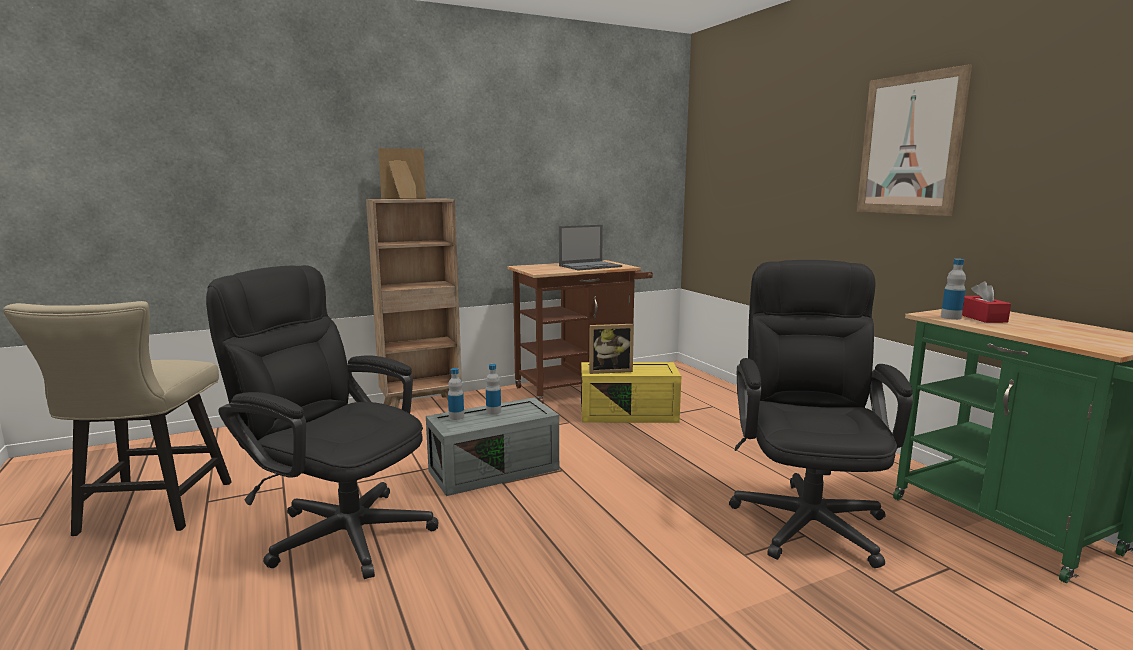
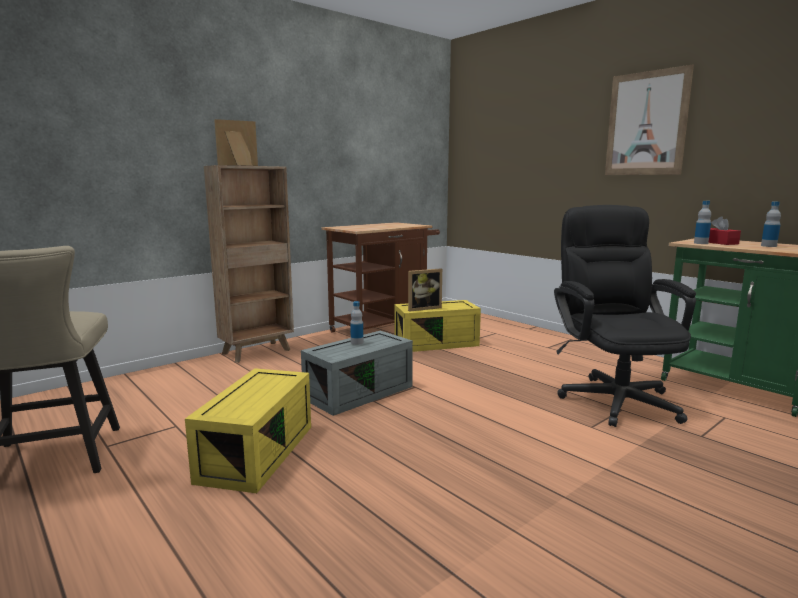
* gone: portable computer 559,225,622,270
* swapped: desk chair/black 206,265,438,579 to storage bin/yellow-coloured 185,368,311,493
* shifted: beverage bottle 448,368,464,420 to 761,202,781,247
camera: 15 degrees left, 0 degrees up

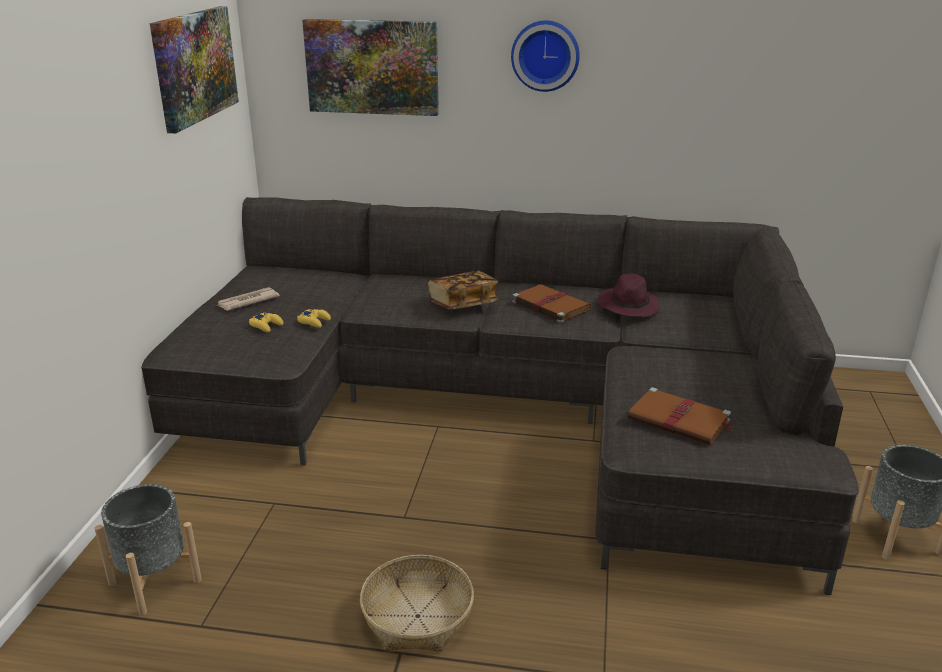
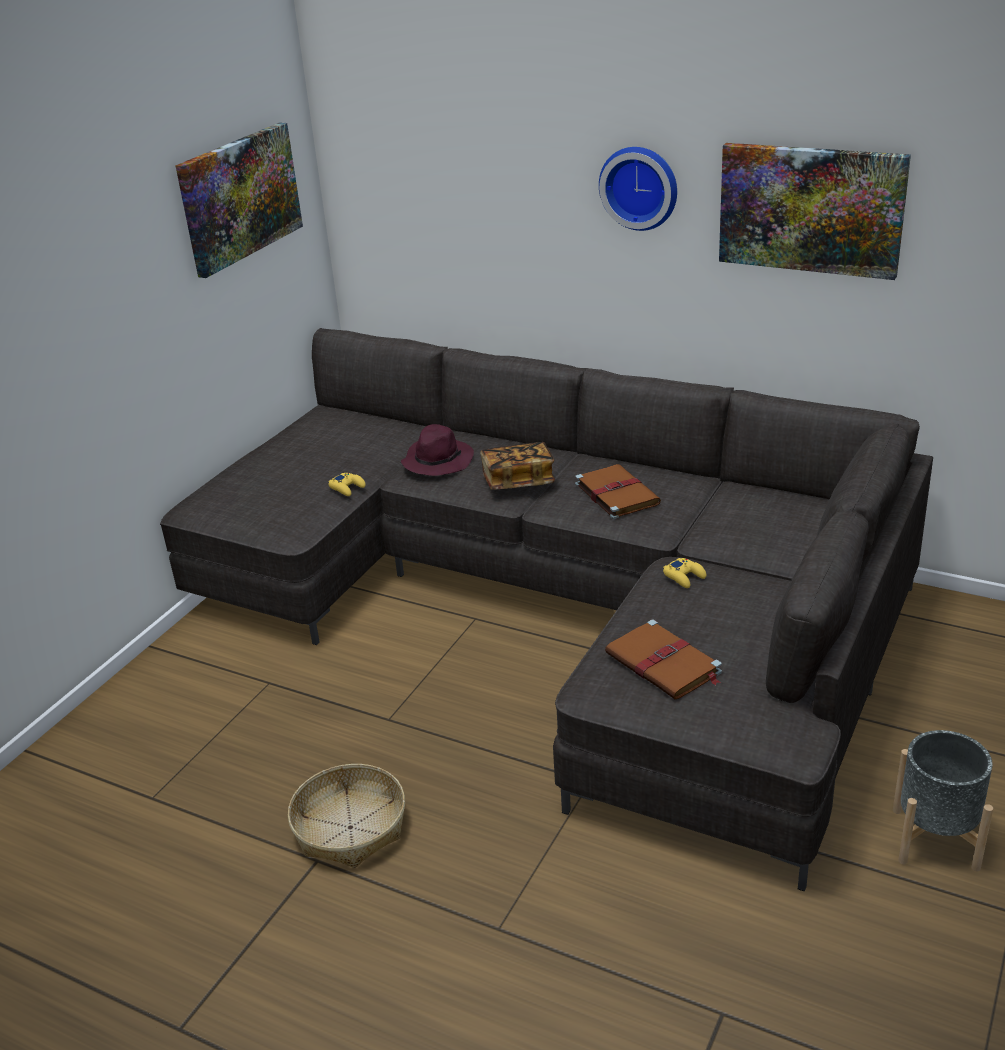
* shifted: wall art 302,19,439,116 to 719,143,911,280
* shifted: wearable hat/purple 598,273,659,317 to 401,424,474,476
* gone: daily paper 218,287,280,311
* shifted: gamepad/yellow-coloured 249,313,283,332 to 663,558,706,588
* gone: flower pot/gray 95,484,202,616
camera: 20 degrees right, 5 degrees up

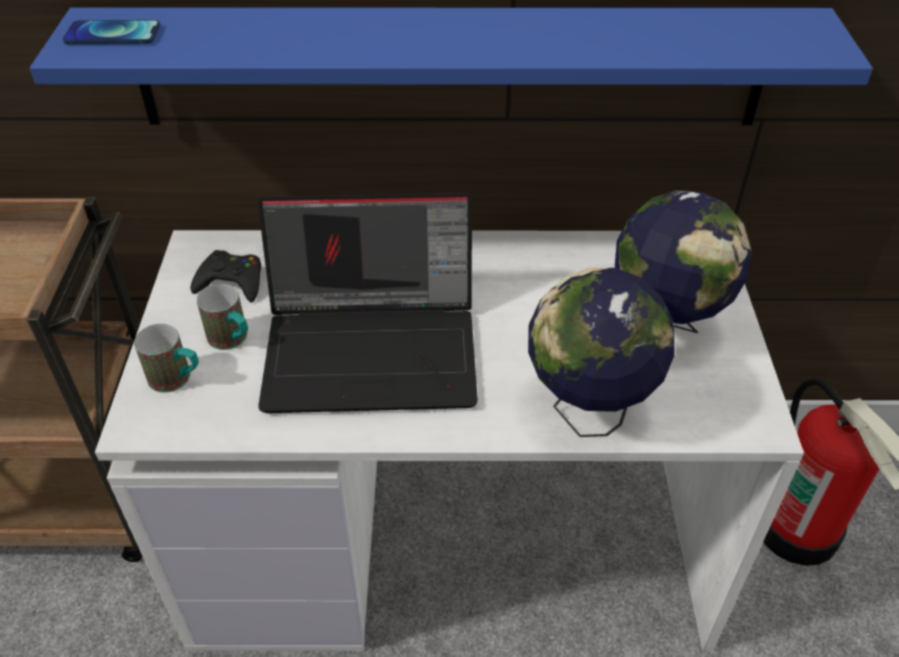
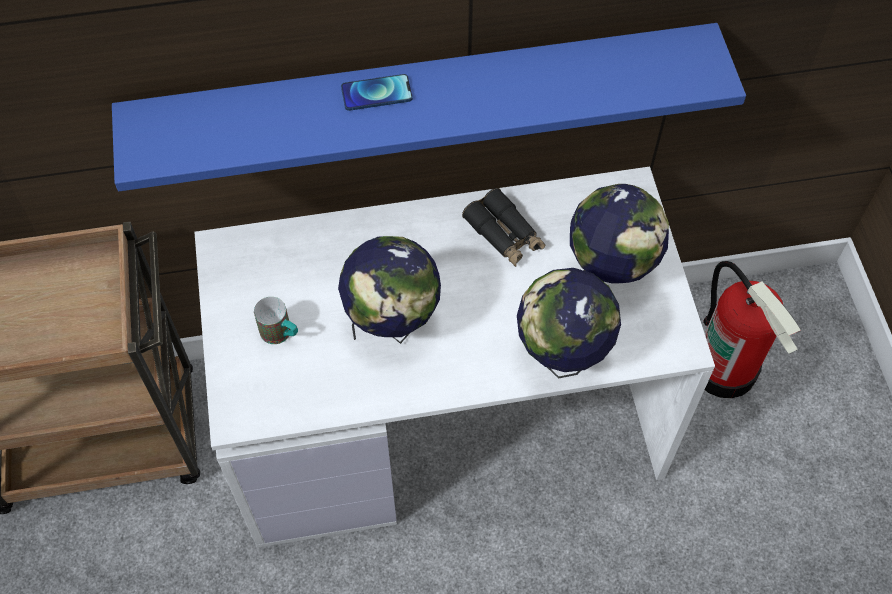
* shifted: phone 63,20,160,45 to 341,74,413,111
* swapped: portable computer 258,193,478,413 to globe 338,236,441,344
* gone: gamepad/black 190,250,261,303
* gone: tea mug 134,324,199,392
* new: binoculars/black 462,188,545,267
camera: 10 degrees left, 15 degrees up

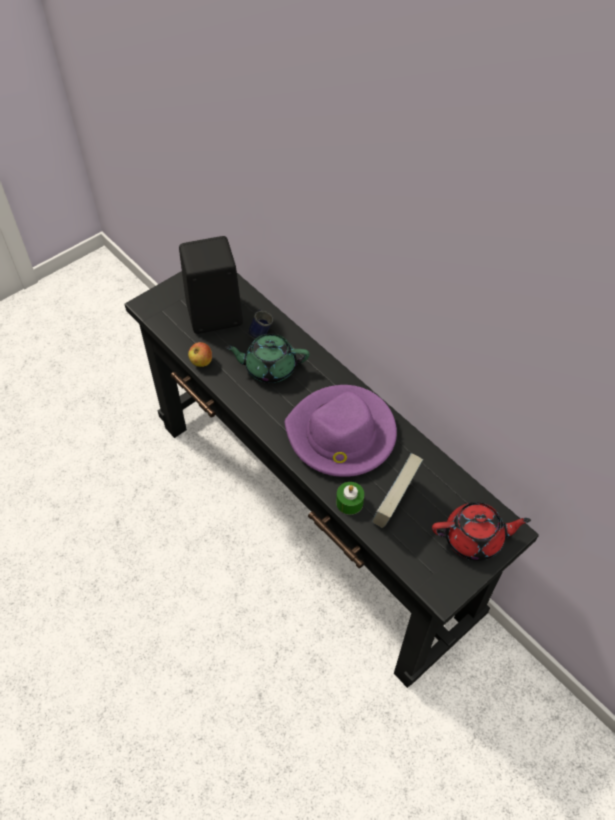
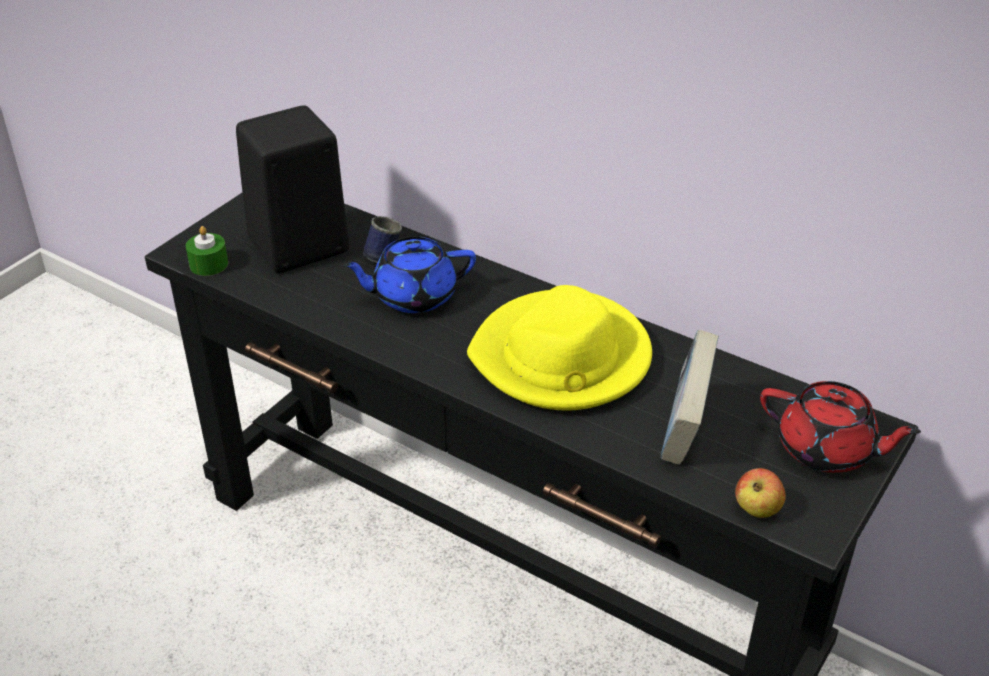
* repainted: pot for tea/green 225,334,309,383 to pot for tea/blue 341,237,476,313
* shifted: apple 188,342,212,367 to 735,468,786,518
* repainted: wearable hat/purple 285,385,397,477 to wearable hat/yellow-coloured 467,285,652,411
* shifted: wax candle/green 336,482,364,515 to 186,226,228,276
* rotated: pot for tea/reddish 432,502,531,561 = 760,381,921,473 45 degrees clockwise
camera: 15 degrees left, 15 degrees down

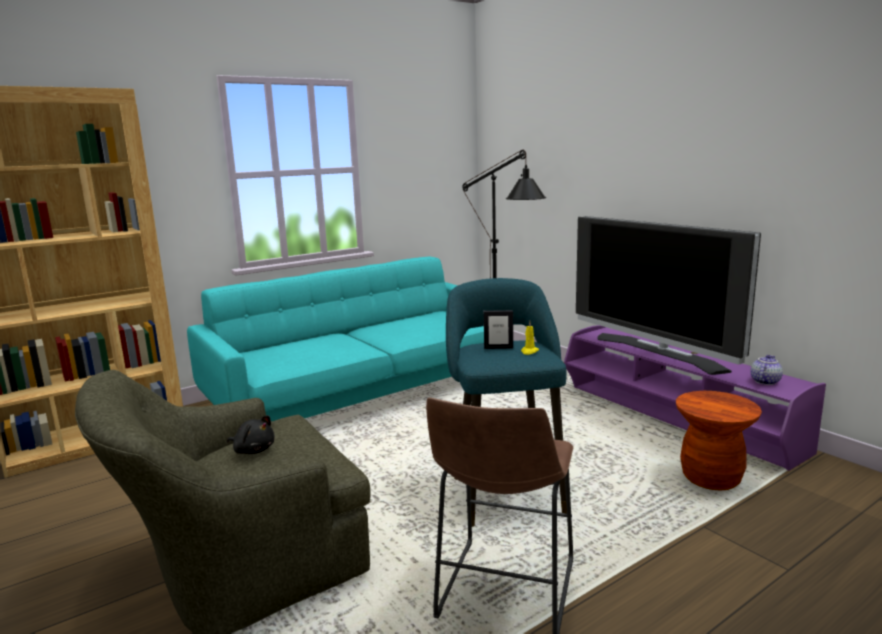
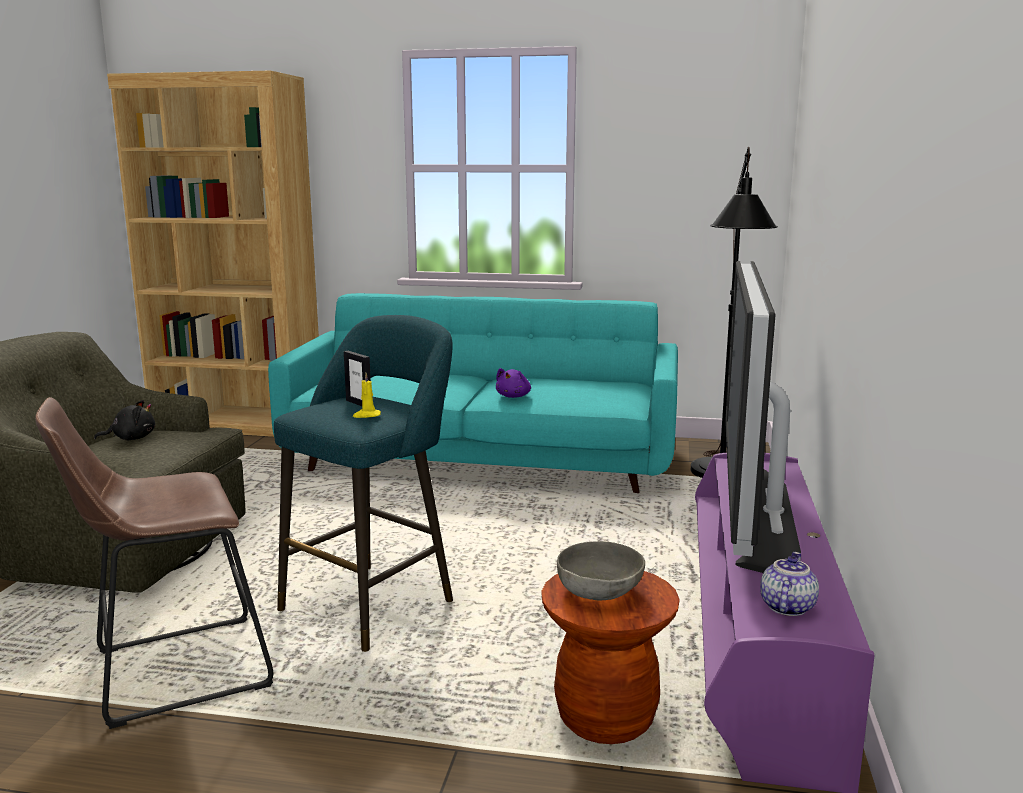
* rotated: pot for tea 750,355,783,385 = 760,552,819,616 60 degrees counterclockwise
* rotated: plush toy/black 227,415,275,454 = 94,400,155,440 90 degrees counterclockwise
* new: plush toy/purple 496,368,531,398
* new: serving bowl/gray 557,541,645,600
camera: 45 degrees right, 0 degrees up

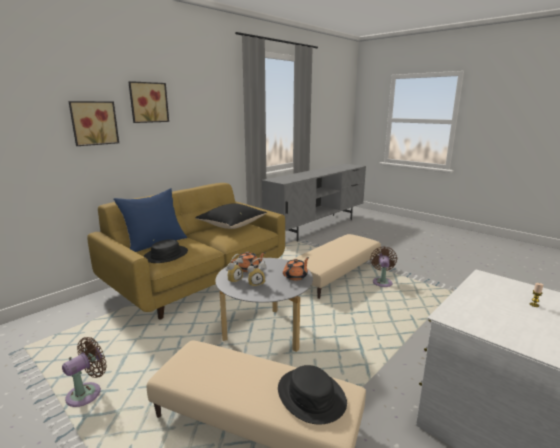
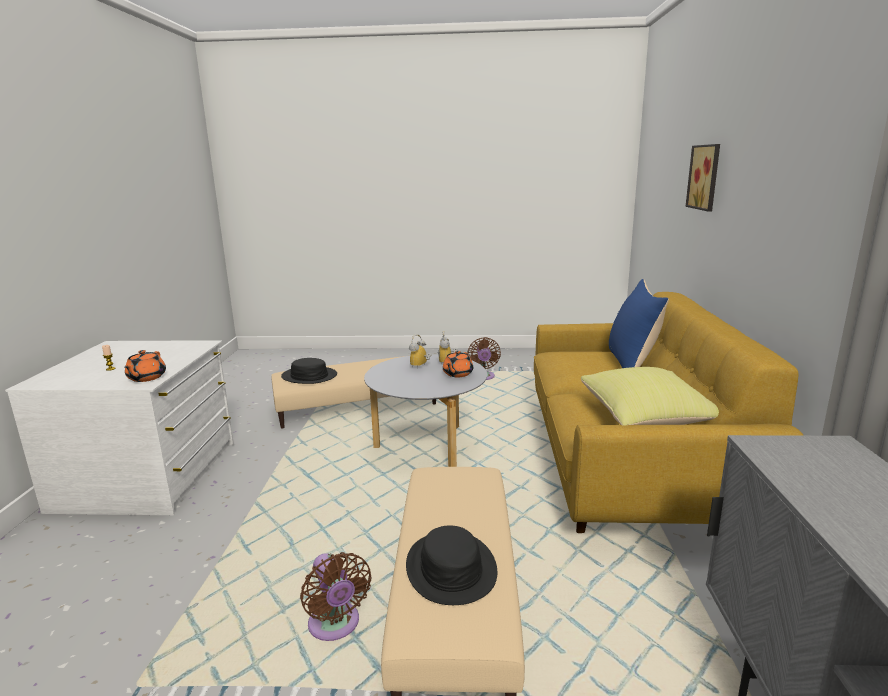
* gone: wall art 128,81,169,123
* repainted: throw pillow/black 195,203,267,229 to throw pillow/yellow-coloured 581,367,719,426
* shifted: wearable hat/black 143,239,188,263 to 406,525,497,605
* shifted: pot for tea/orange-coloured 283,257,309,281 to 124,350,166,382
camera: 140 degrees right, 0 degrees up

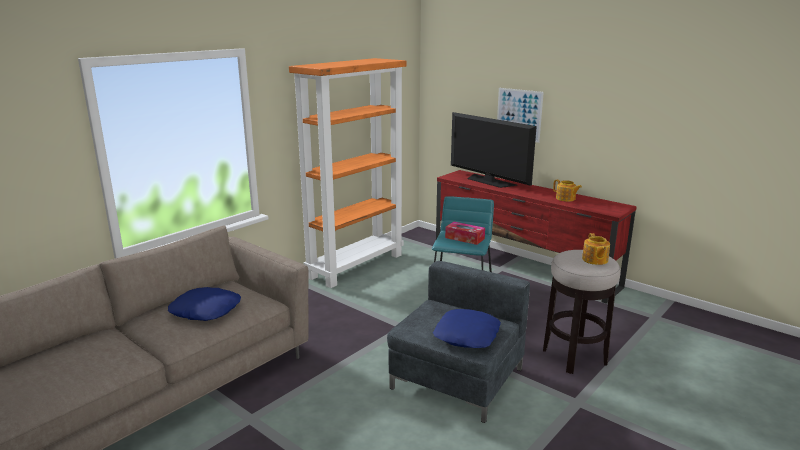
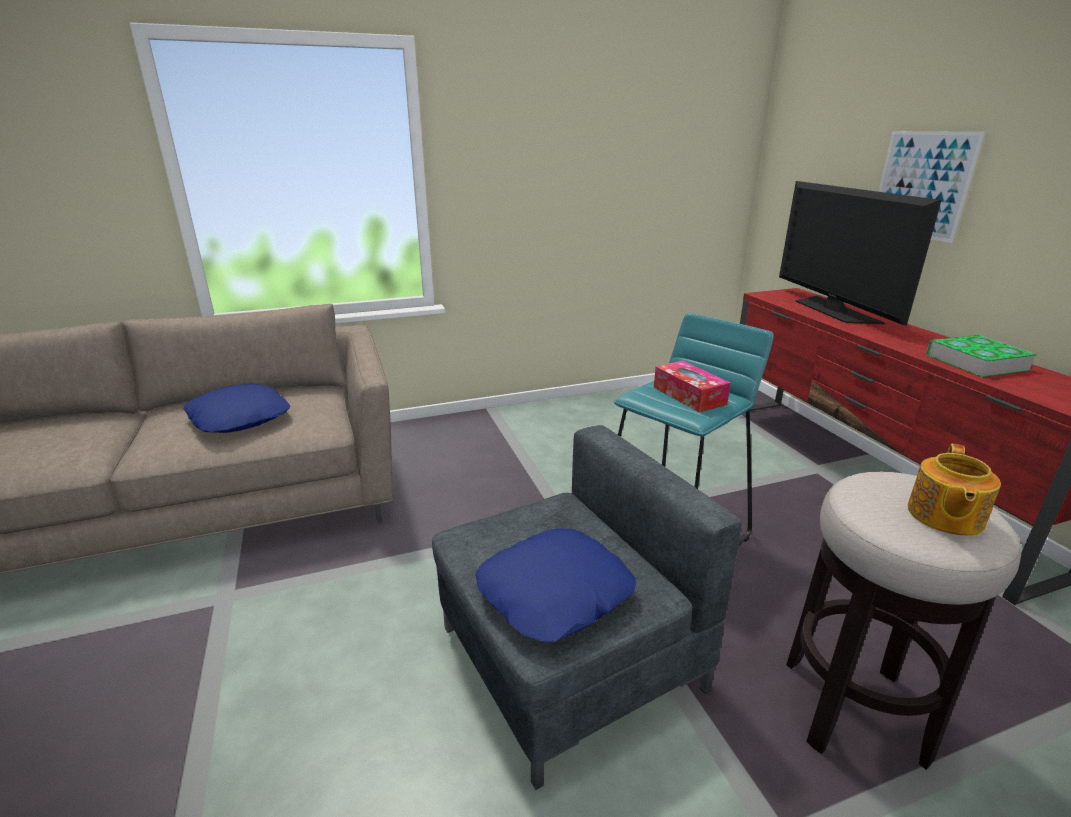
* gone: bookcase/orange-coloured 289,58,407,288
* swapped: pot for tea 553,180,582,202 to bound book 926,335,1037,377
camera: 30 degrees right, 5 degrees up

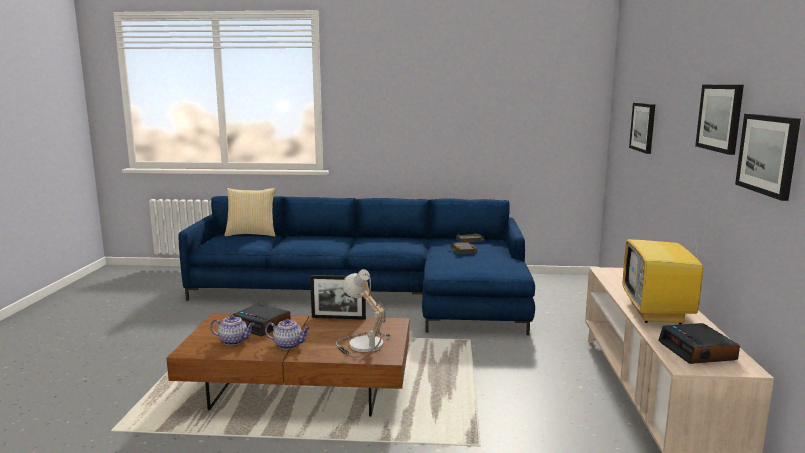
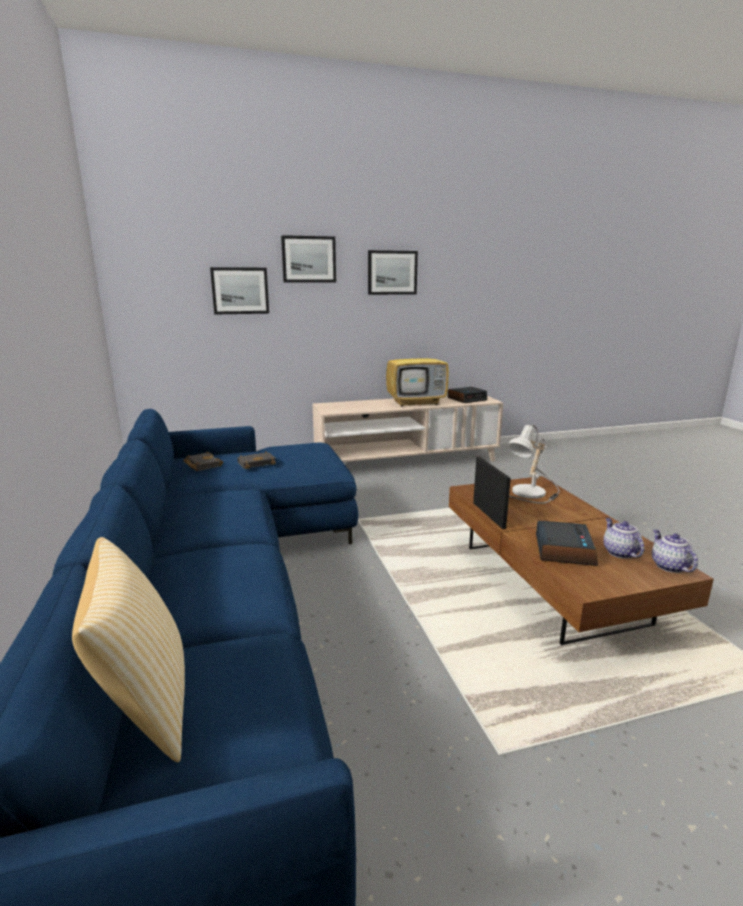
* shifted: wall art 735,114,801,201 to 281,235,336,283
* shifted: pot for tea 265,319,310,349 to 652,529,698,573
camera: 110 degrees left, 5 degrees up

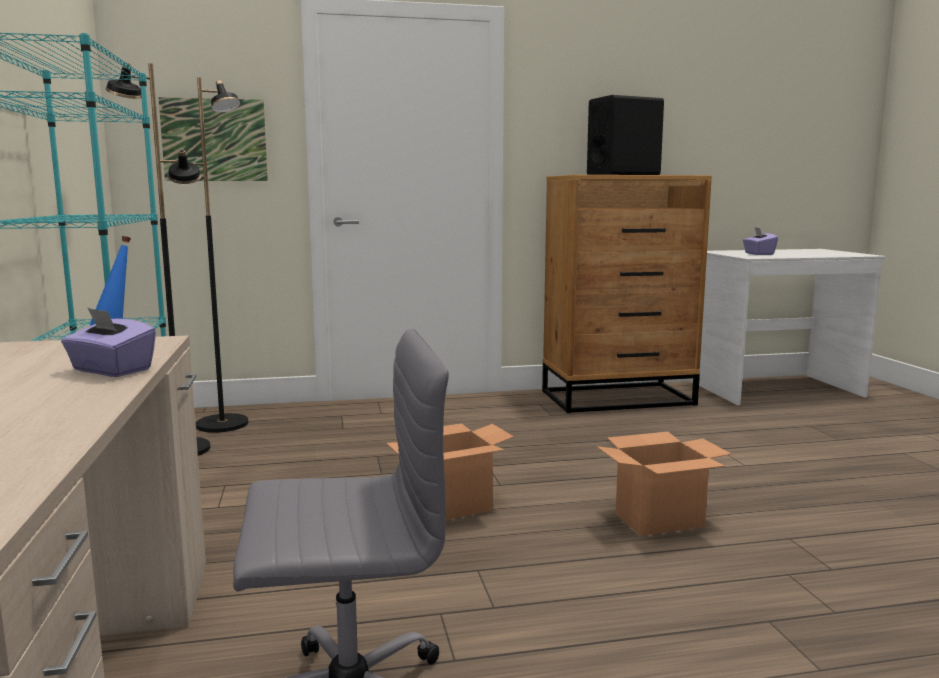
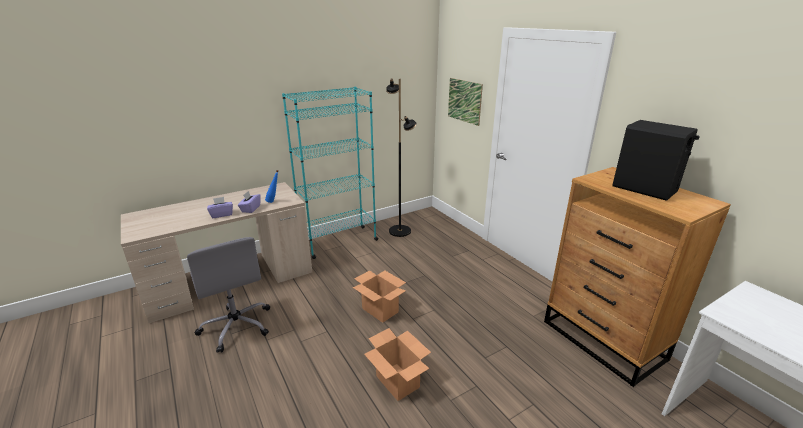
* gone: floor lamp/black 167,77,248,433
* shifted: tissue holder/purple 743,228,778,255 to 207,197,233,218
camera: 70 degrees right, 15 degrees up

